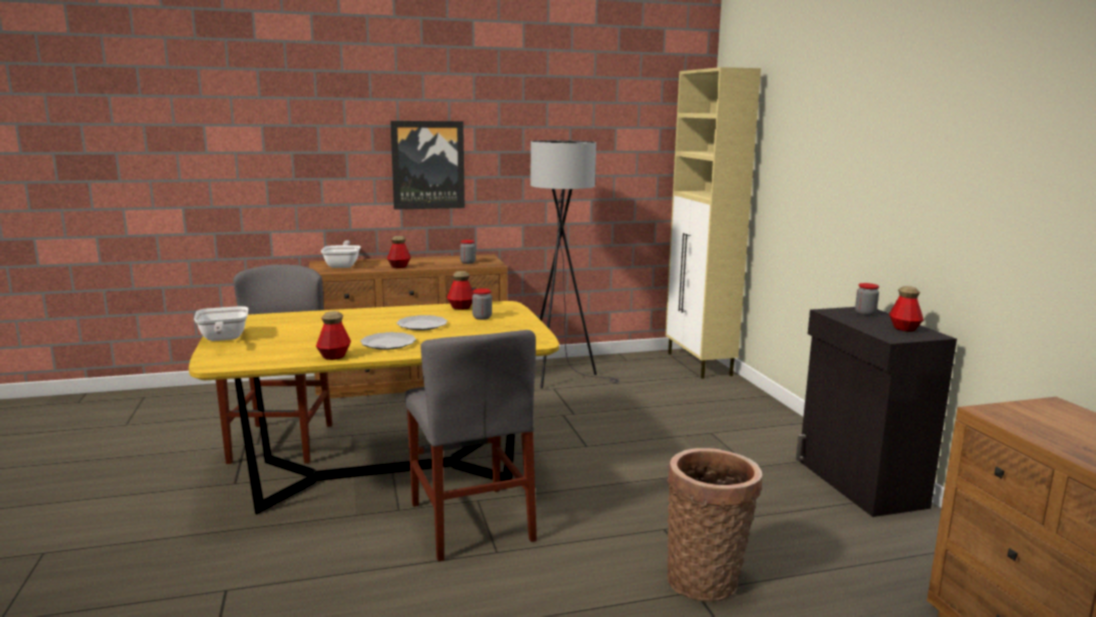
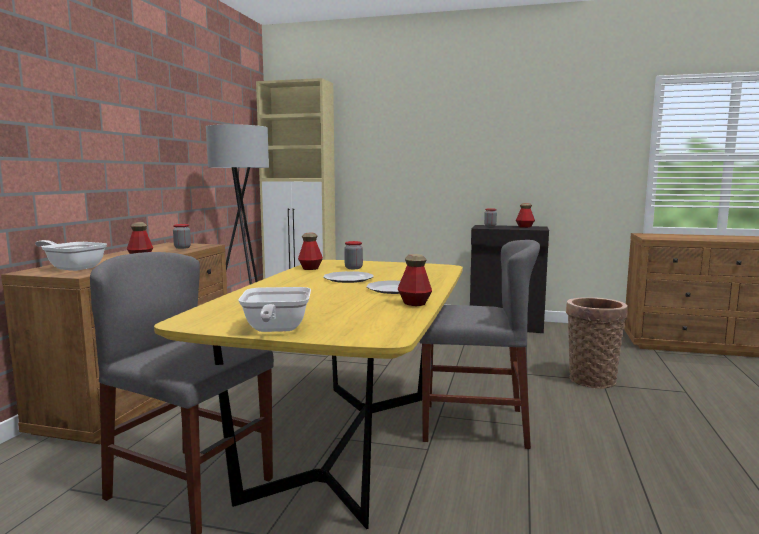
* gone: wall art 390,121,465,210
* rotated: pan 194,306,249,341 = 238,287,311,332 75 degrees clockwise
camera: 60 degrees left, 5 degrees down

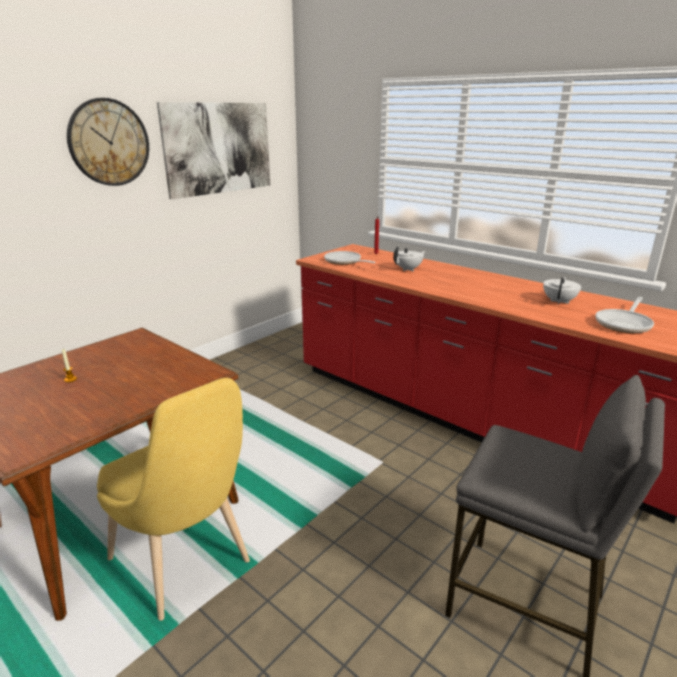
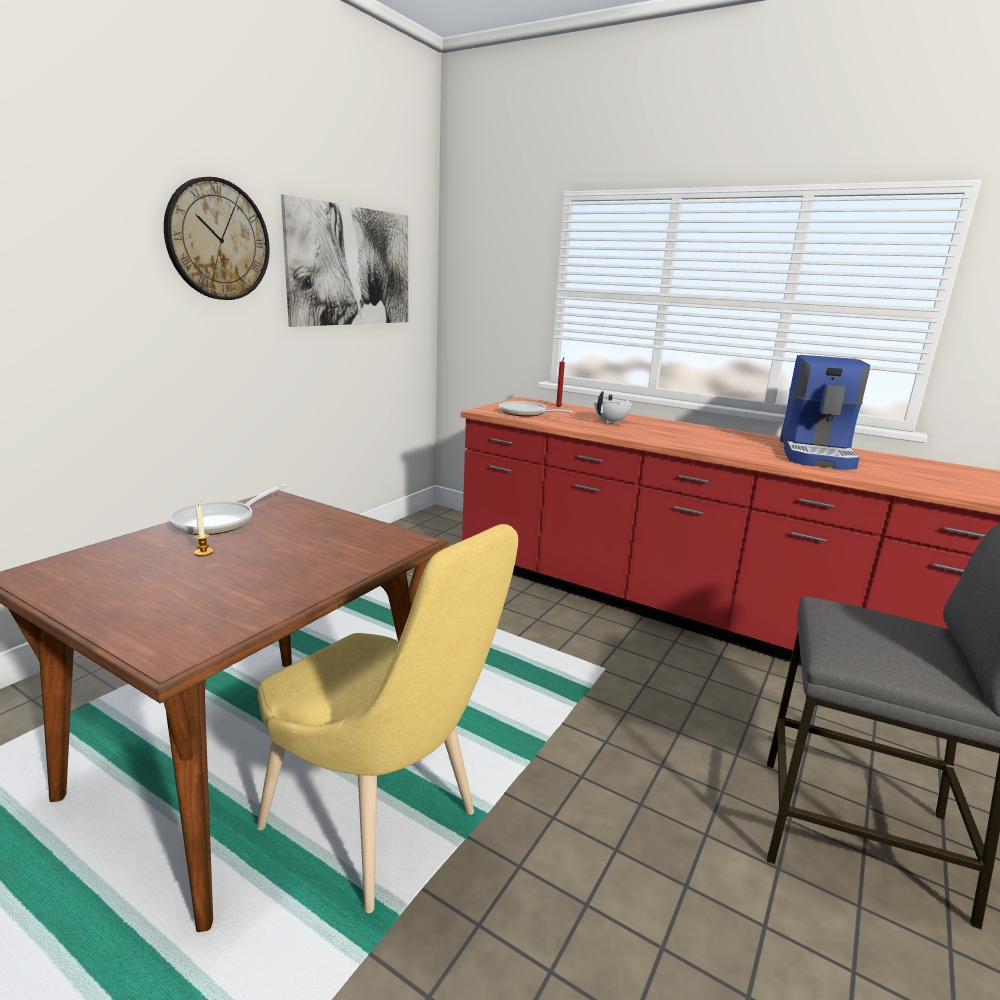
* swapped: pot for tea/whitish 543,277,581,305 to coffee maker 780,355,870,470
* shifted: pan 596,297,654,334 to 169,484,288,535
camera: 10 degrees left, 5 degrees down

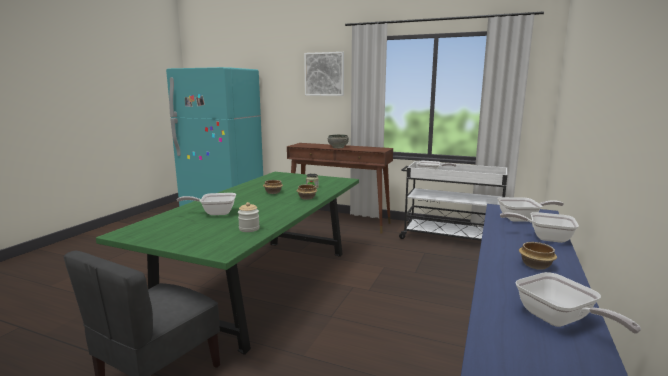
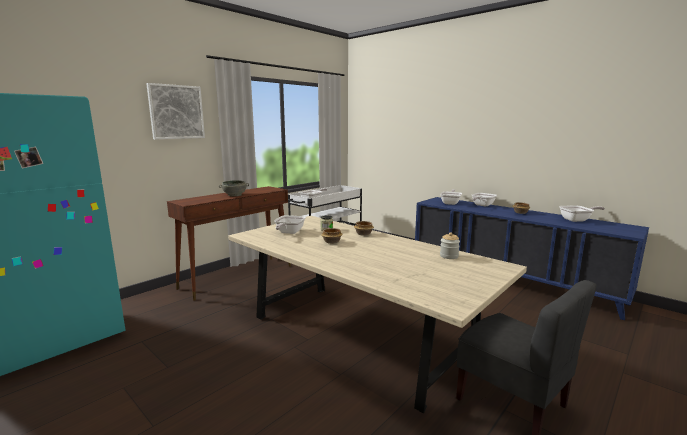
* repainted: dinner table/green 96,172,359,355 to dinner table/sand-coloured 228,216,527,413
* shifted: pan 177,193,236,215 to 274,215,306,234
camera: 70 degrees left, 0 degrees up

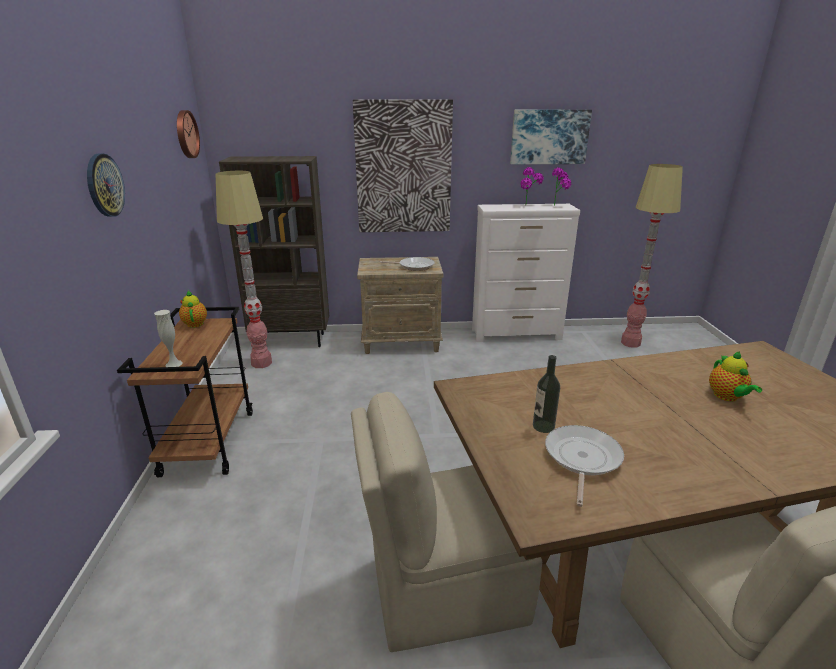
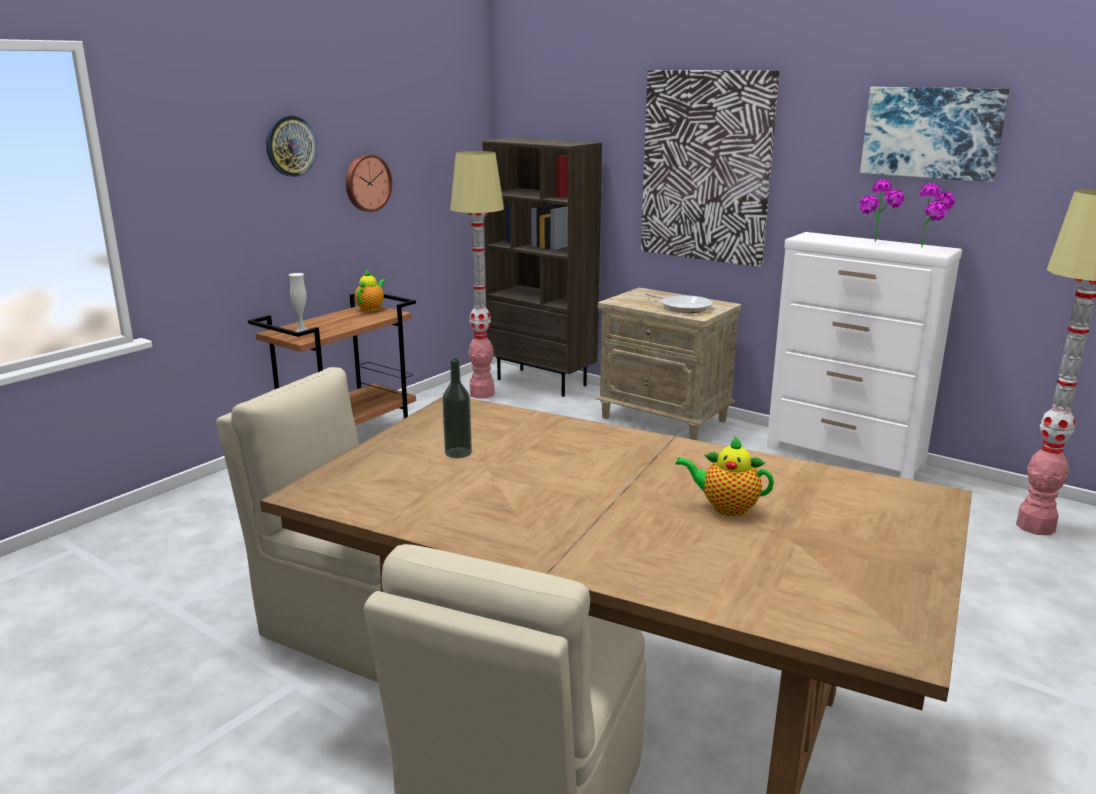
* shifted: clock on the wall 177,110,200,158 to 346,154,392,212
* rotated: pot for tea 709,351,762,402 = 675,436,774,516 75 degrees clockwise
* gone: pan 545,425,624,507
camera: 40 degrees right, 5 degrees down

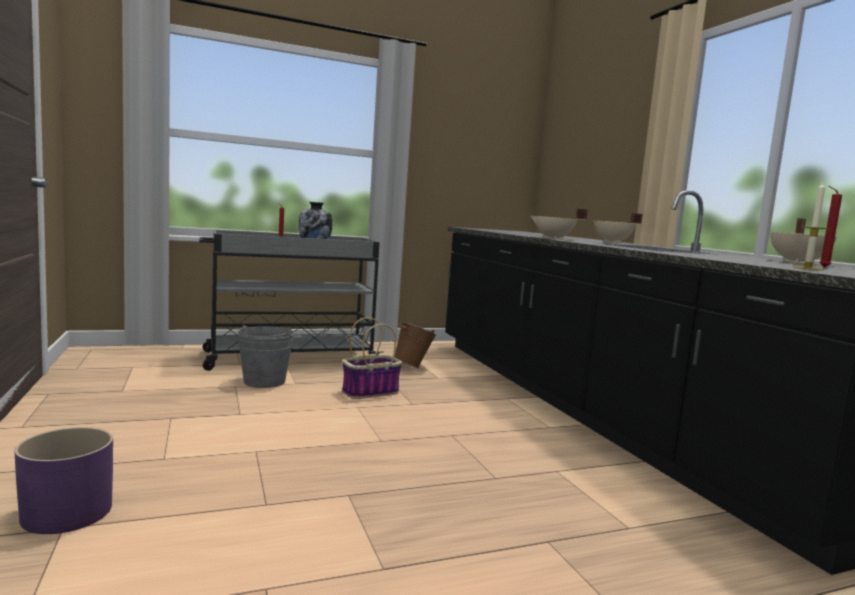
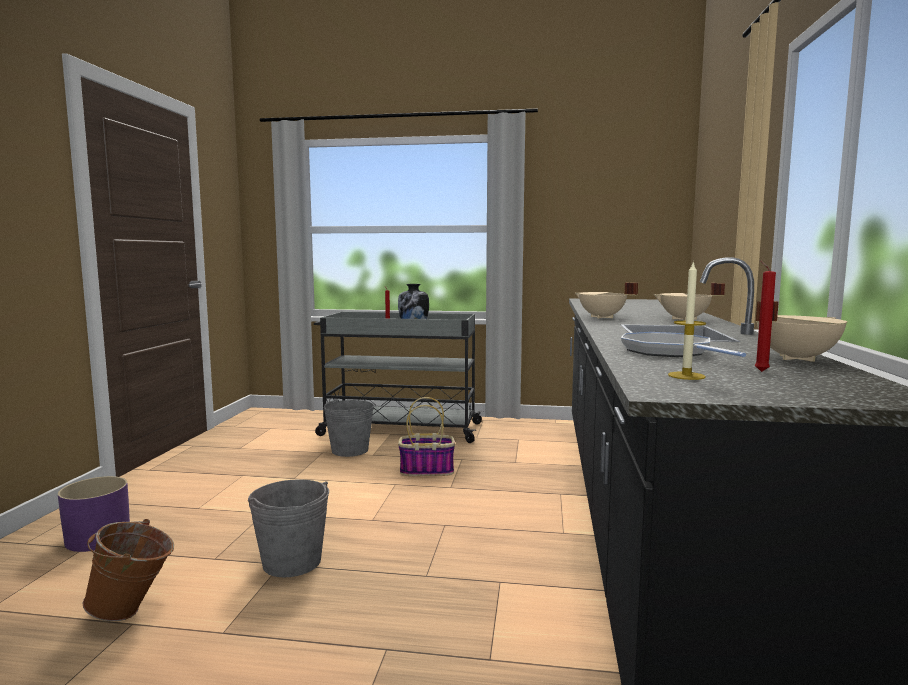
* shifted: pail/brown-coloured 394,322,437,368 to 82,519,174,621
* new: pan 621,332,746,357
* new: pail/gray 248,479,329,577
camera: 30 degrees right, 0 degrees up

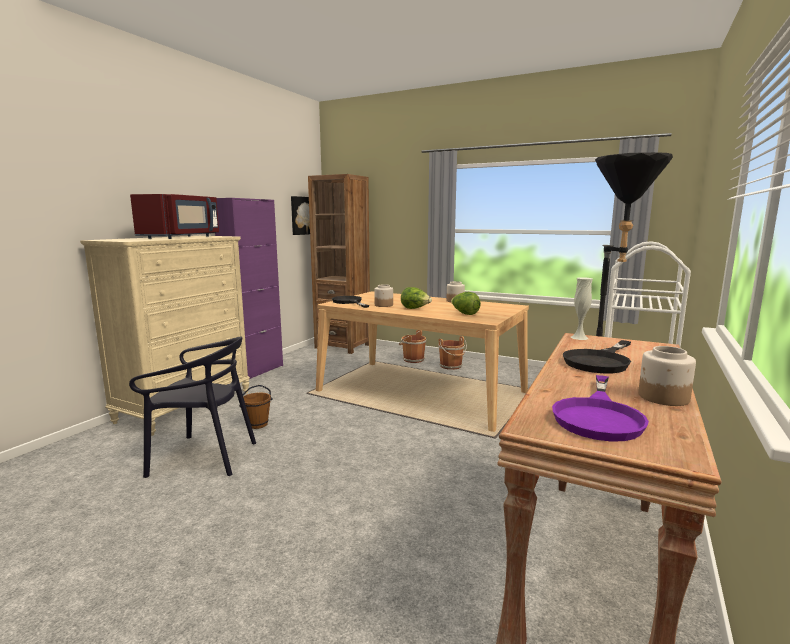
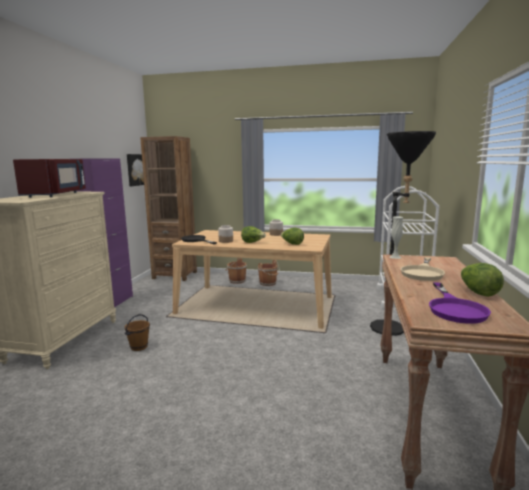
* gone: chair/black 129,337,256,478
* repainted: pan/black 563,340,631,373 to pan/sand-coloured 400,257,445,281
* swapped: preserve jar 638,346,696,406 to lettuce 461,263,504,297
camera: 15 degrees left, 0 degrees up

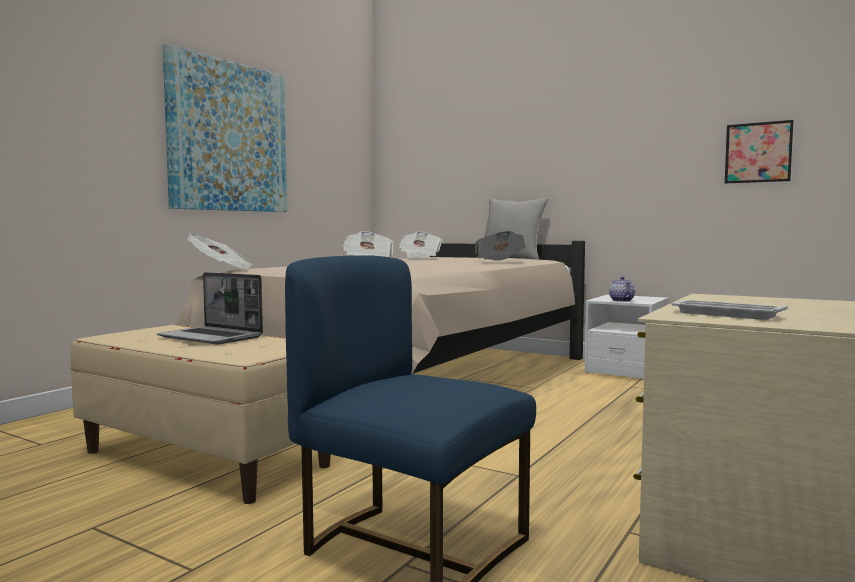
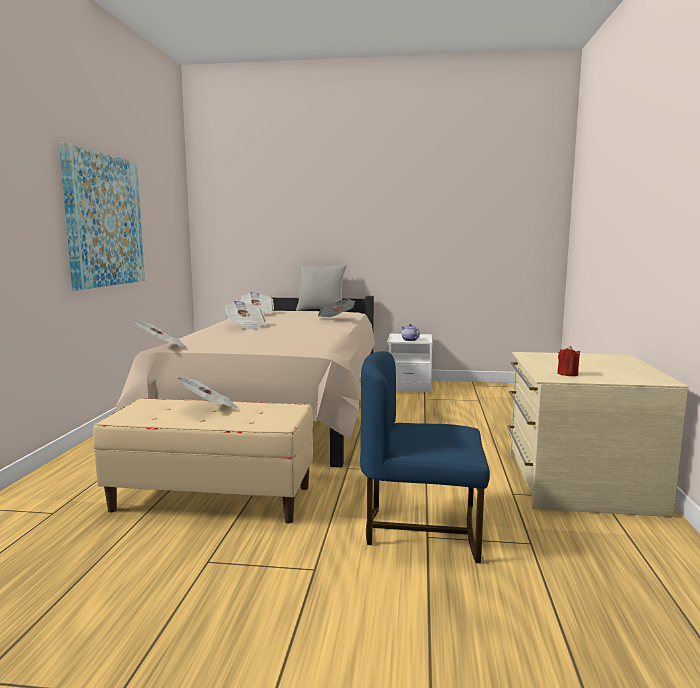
* gone: wall art 725,120,793,183
* swapped: portable computer 157,272,263,344 to daily paper 176,377,240,409
* swapped: serving tray/whitish 671,300,788,320 to wax candle/reddish 557,346,580,376
camera: 25 degrees left, 5 degrees up

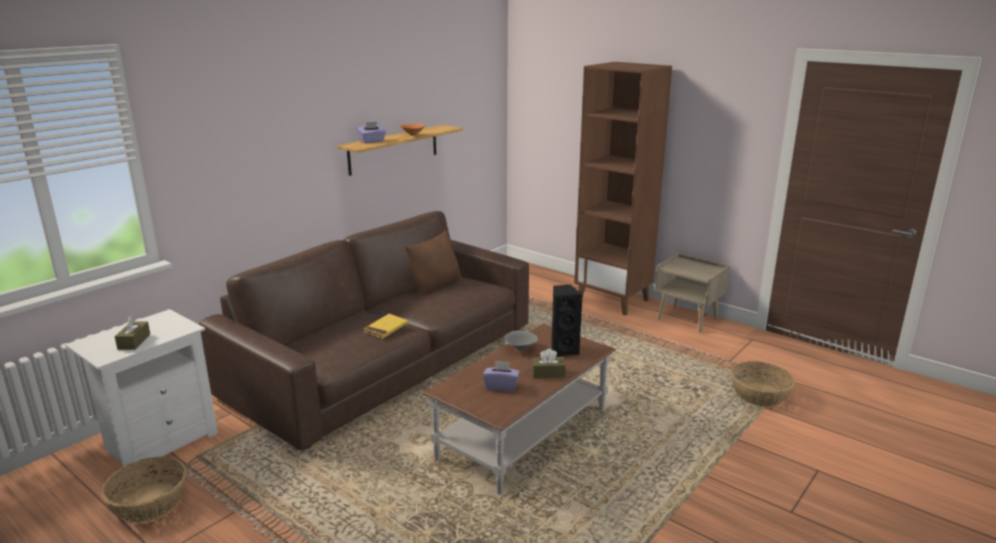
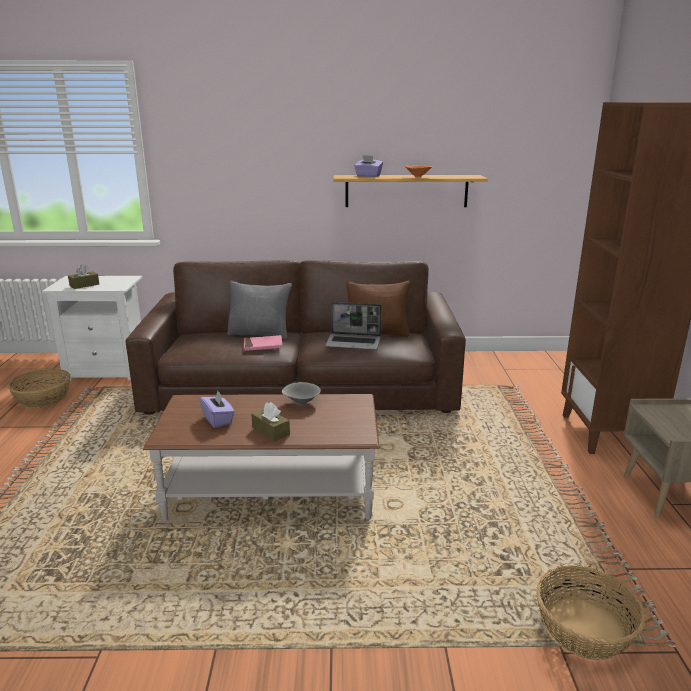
* gone: speaker/black 551,285,583,357
* repainted: bound book/yellow-coloured 364,314,408,339 to bound book/pink 244,335,283,351
* new: throw pillow/gray 227,280,292,339
* new: portable computer 325,302,382,350
camera: 50 degrees right, 0 degrees up

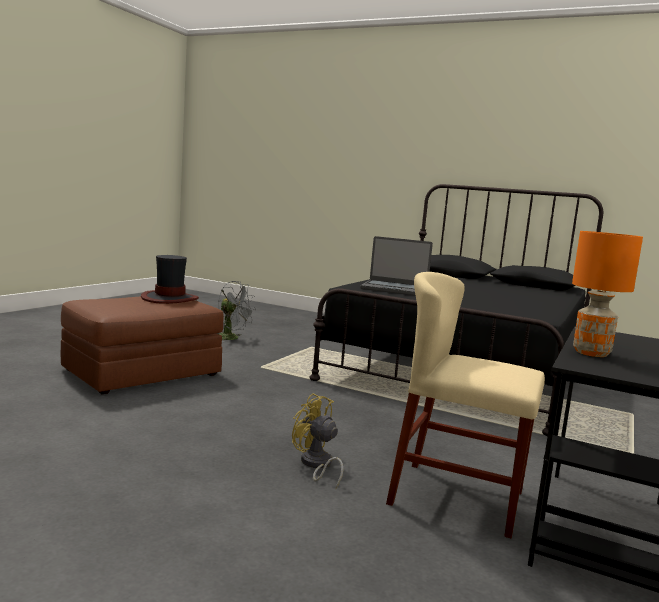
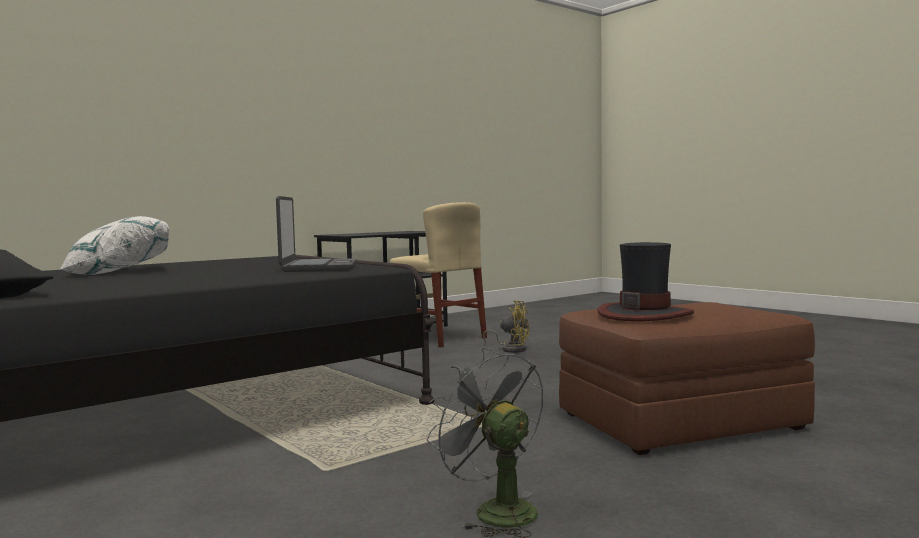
* gone: lamp for a table/orange-coloured 572,231,643,357
* rotated: portable computer 360,236,433,296 = 276,196,357,272 45 degrees clockwise
* rotated: cooling fan/yellow-coloured 292,393,344,489 = 483,300,529,353 45 degrees counterclockwise
* new: throw pillow/whitish 61,216,169,275
camera: 155 degrees left, 5 degrees down

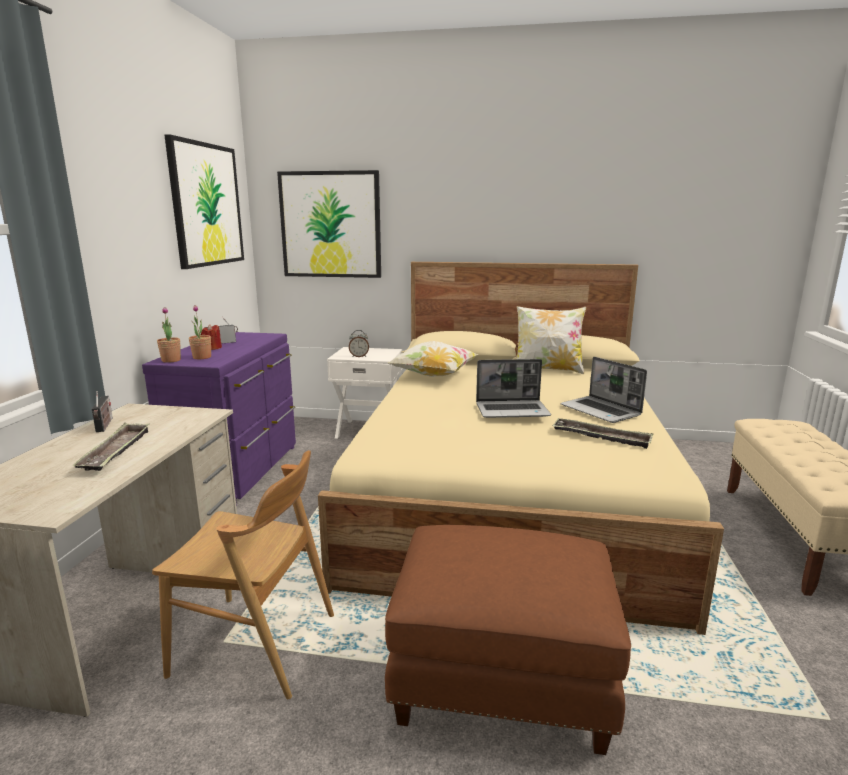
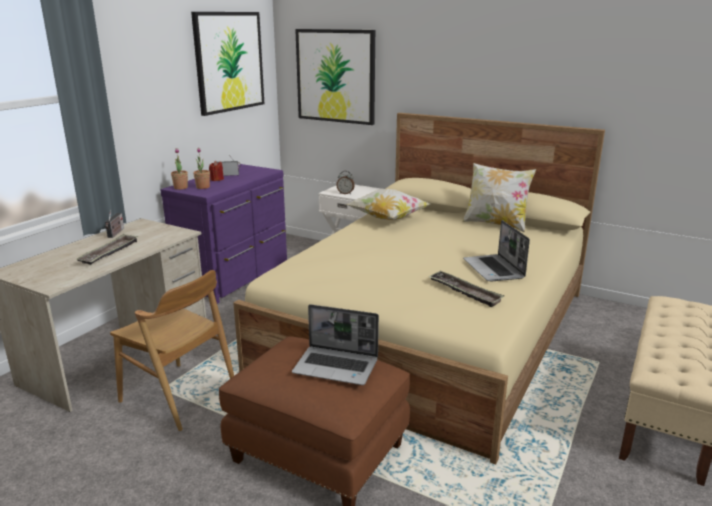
* shifted: portable computer 476,359,551,418 to 292,304,379,385
camera: 20 degrees right, 5 degrees up

